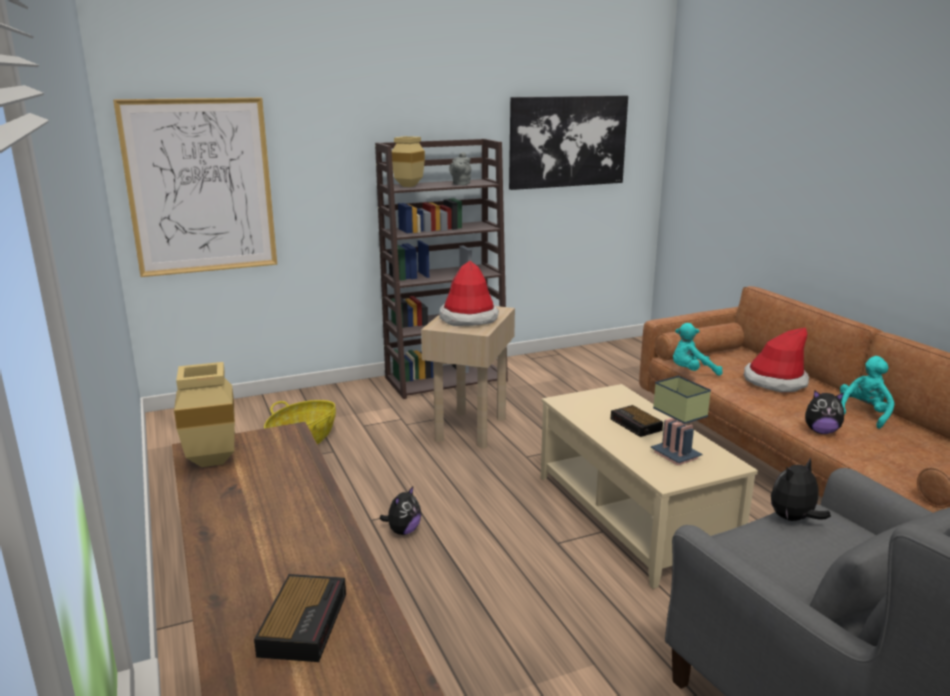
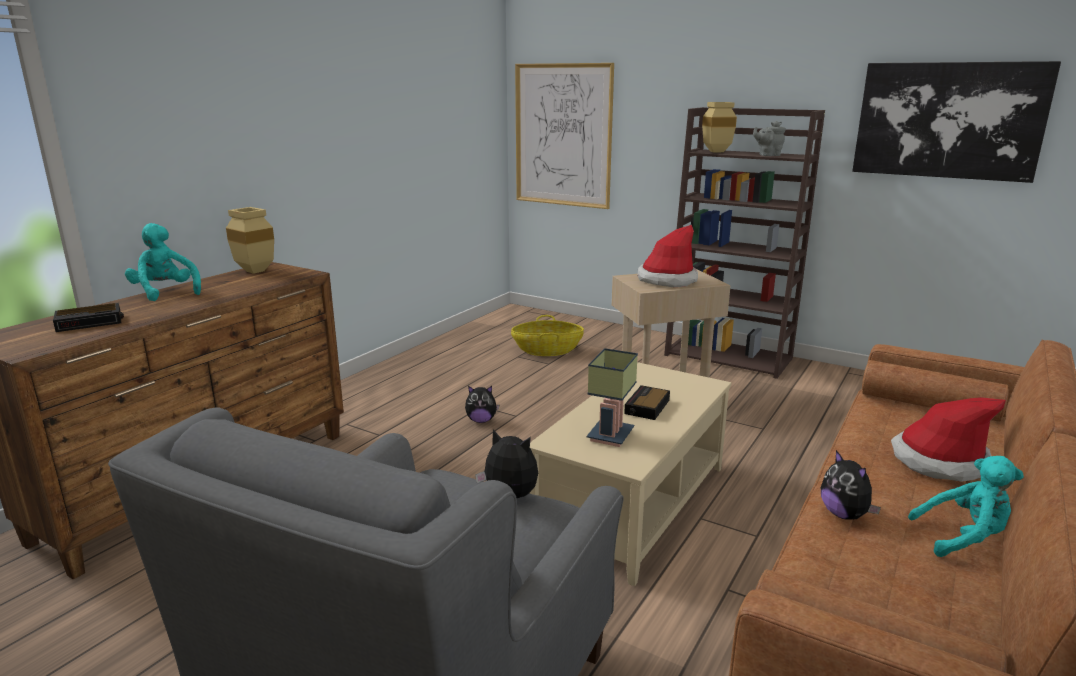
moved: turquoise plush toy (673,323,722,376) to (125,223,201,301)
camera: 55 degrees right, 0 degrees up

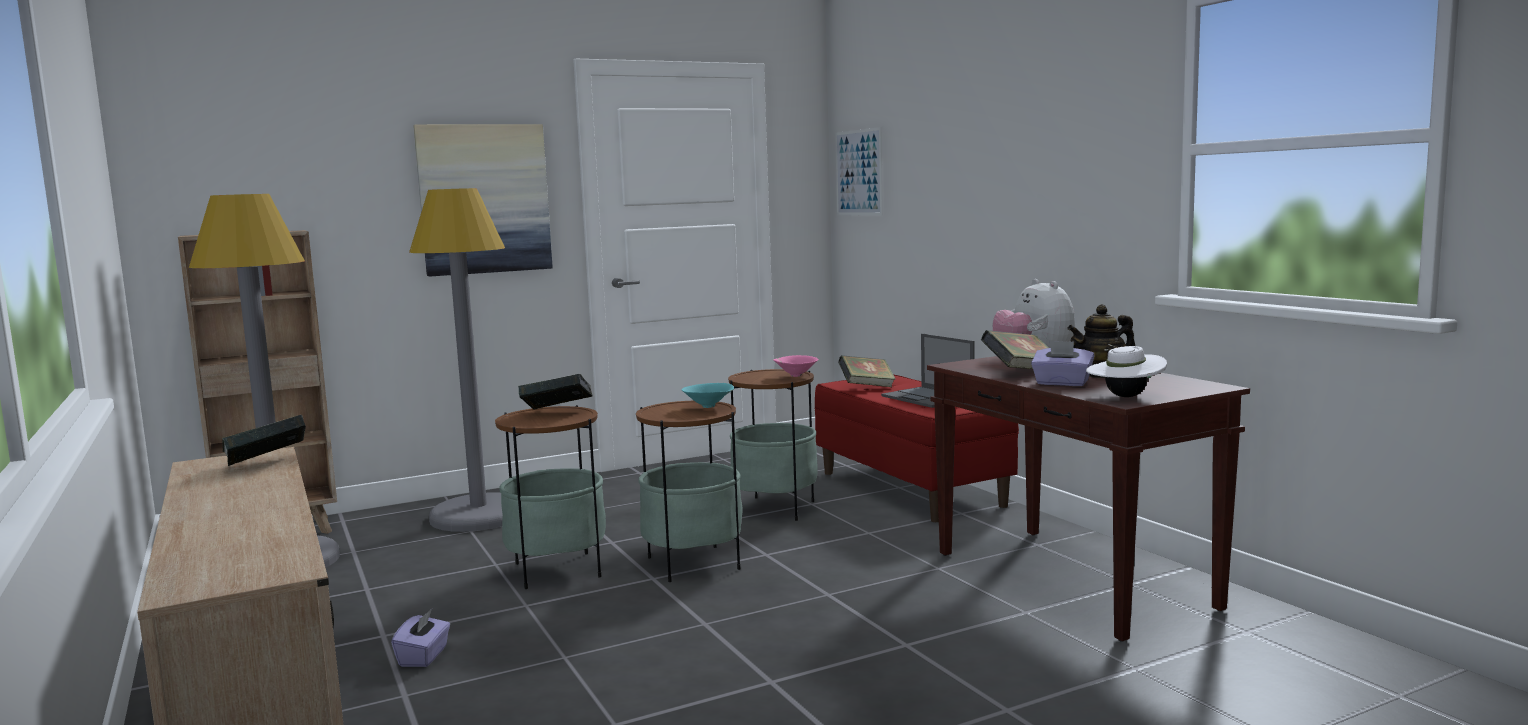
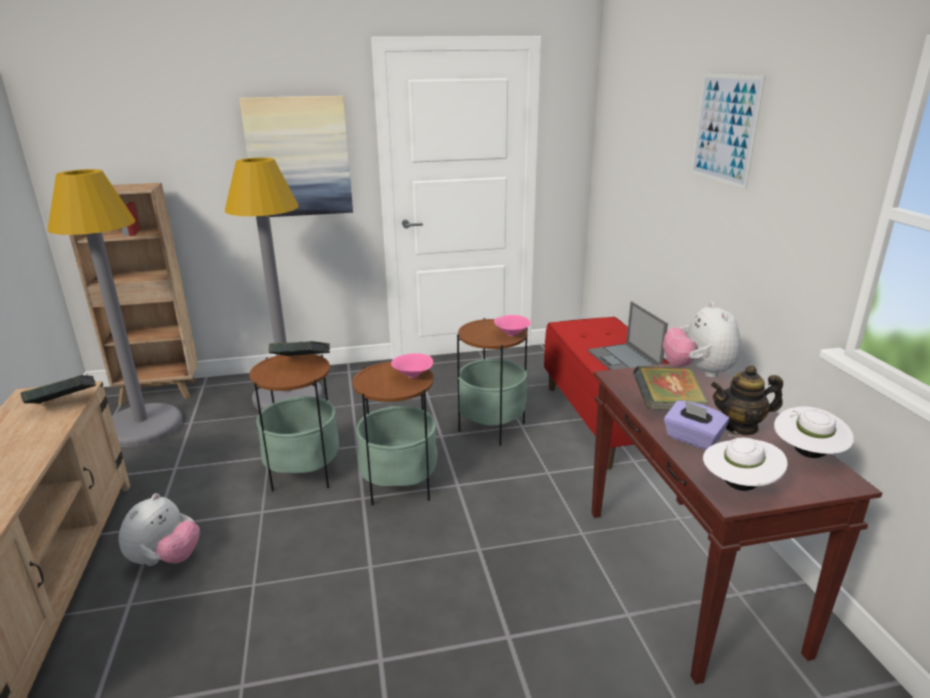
removed: book (838,355,896,387)
added: white hat (774,406,854,458)
moved: picture (835,127,883,216) to (691,74,766,189)
replaced: purple tissue box (391,609,450,667) to plush toy (118,493,200,566)
recoloured: turquoise bowl (682,383,734,408) to pink bowl (391,353,433,378)
camera: 15 degrees right, 15 degrees up

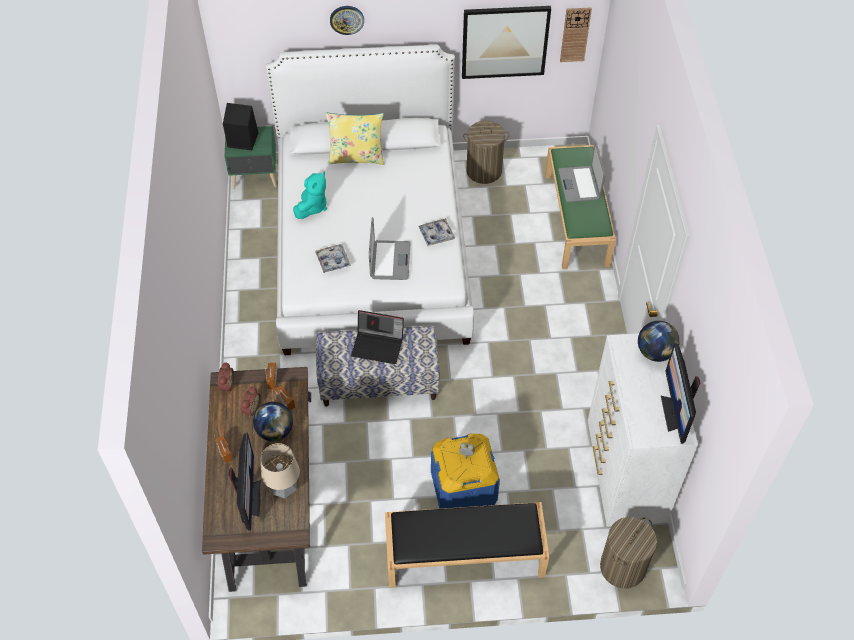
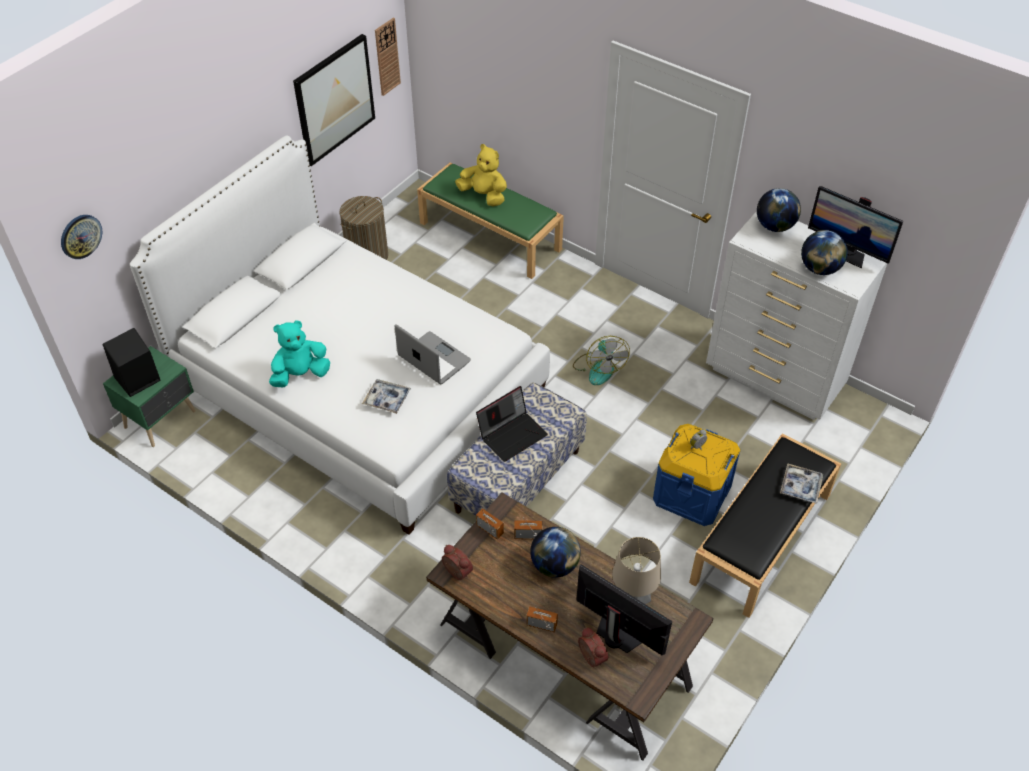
removed: yellow pillow (326,113,384,165); laundry basket (600,517,657,588)
added: globe (801,230,848,275); fan (573,336,630,385)
moved: wall clock (330,6,364,35) to (61,215,102,259); tray (418,218,455,246) to (780,463,823,504); alarm clock (240,386,261,417) to (578,627,608,667)
replaced: laptop (558,142,605,202) to yellow plush toy (455,144,507,206)
turned: turquoise plush toy (293,171,327,219) = (269,320,330,387) 90 degrees counterclockwise
camera: 50 degrees left, 5 degrees down

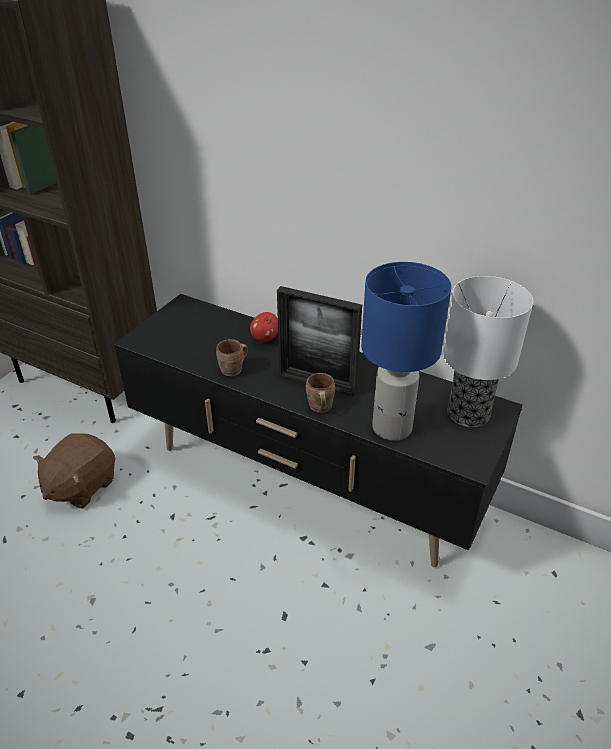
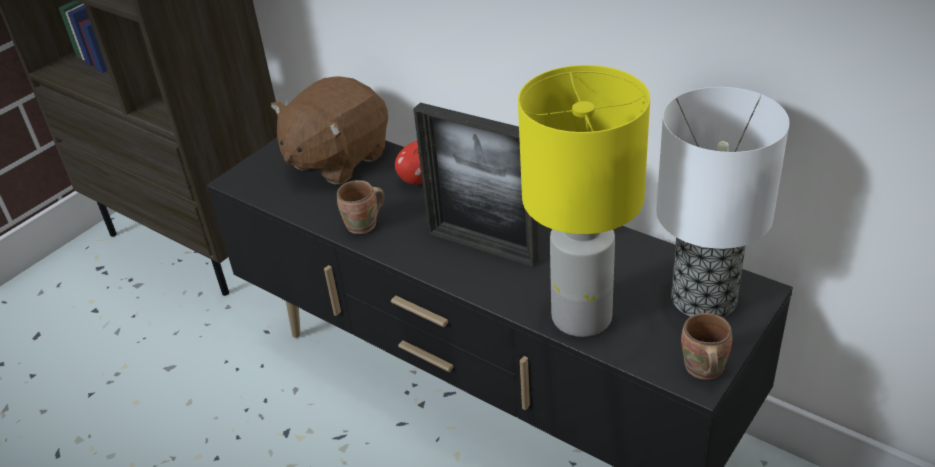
moved: brown mug (306,373,335,413) to (681,313,732,380); brown plush toy (33,433,115,508) to (271,76,388,185)
recoloured: blue table lamp (361,262,451,441) to yellow table lamp (518,65,650,337)
camera: 10 degrees right, 0 degrees up

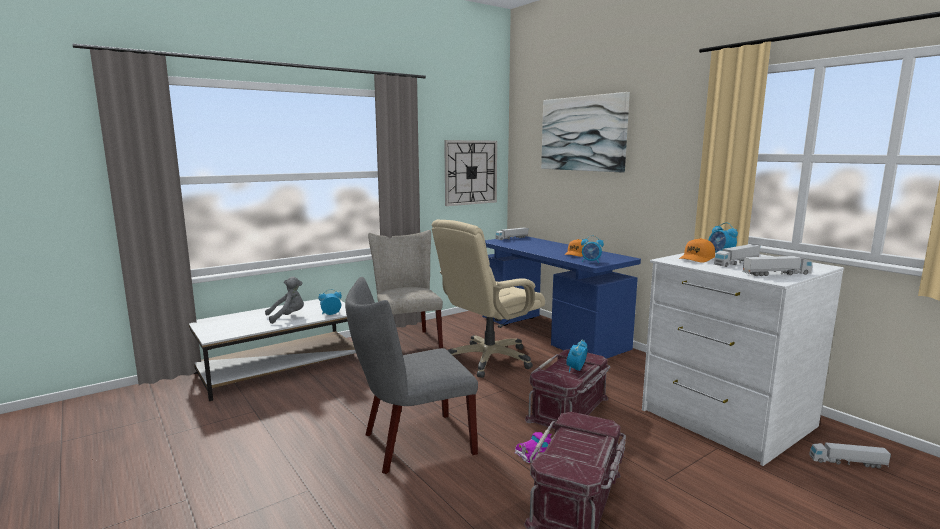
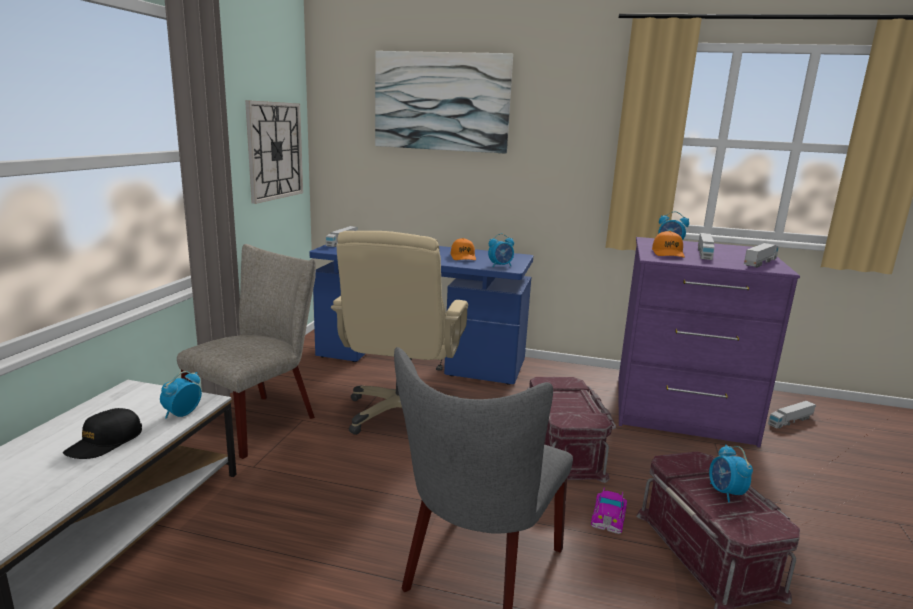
moved: alarm clock (566,339,587,372) to (709,445,753,502)
replaced: grey plush toy (265,277,304,324) to black cap (63,408,142,459)
recoloured: white dresser (642,253,844,466) to purple dresser (618,237,800,448)
turned: beige chair (368,230,443,349) = (177,244,316,459) 90 degrees clockwise
camera: 40 degrees left, 5 degrees up

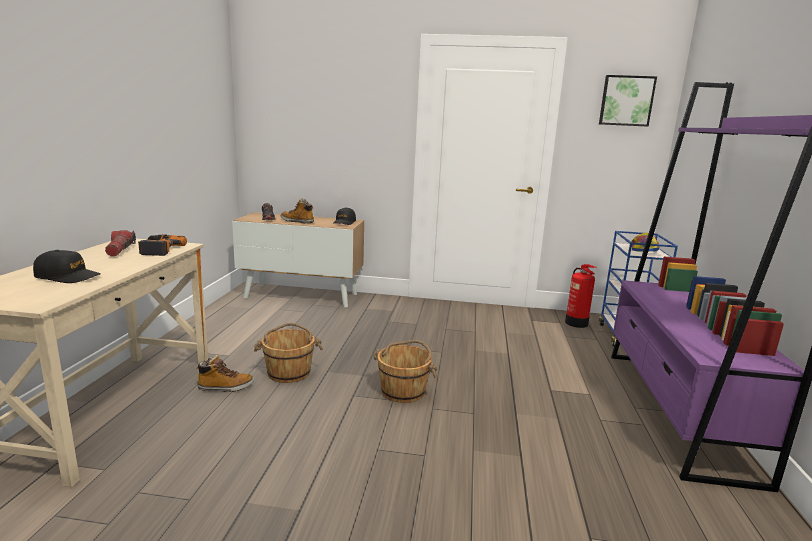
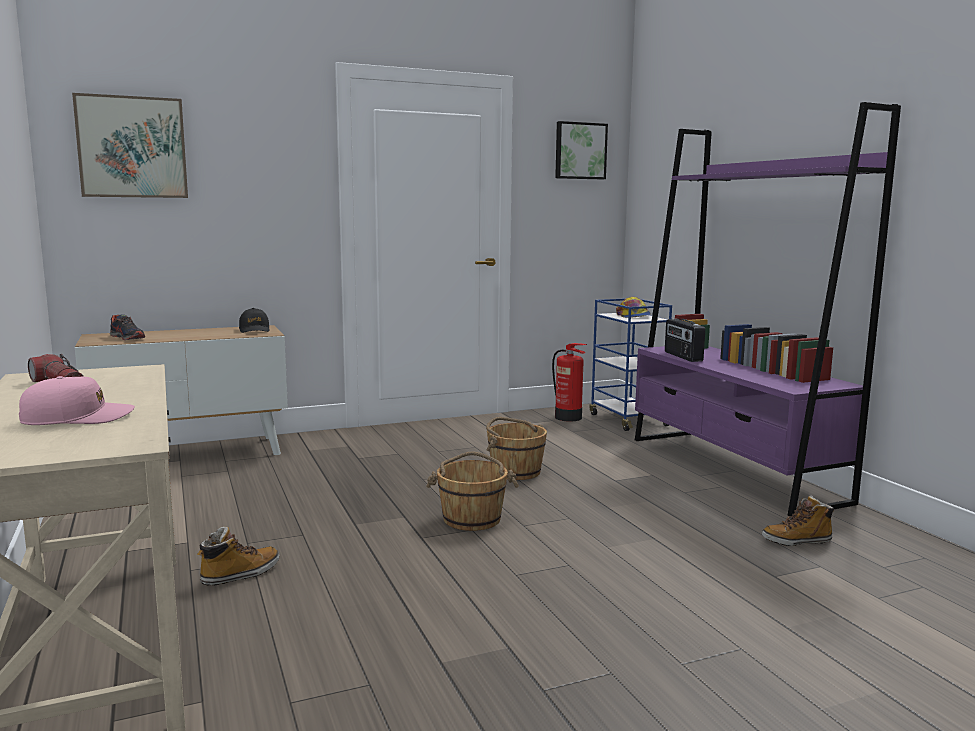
removed: power drill (138,235,187,256)
added: picture (72,93,188,198); radio (665,318,705,362)
moved: boot (281,198,314,224) to (762,495,835,546); brown bucket (254,323,323,383) to (486,417,547,480)
recoloured: black cap (33,250,101,283) to pink cap (19,376,135,425)
camera: 30 degrees left, 5 degrees down

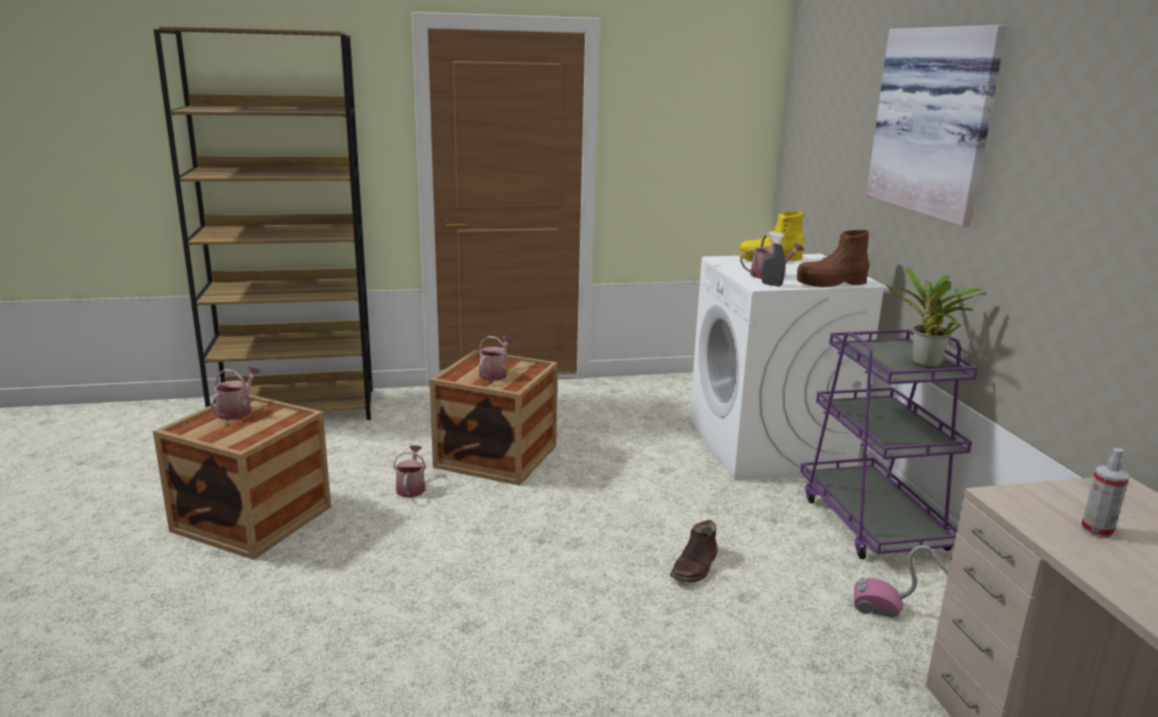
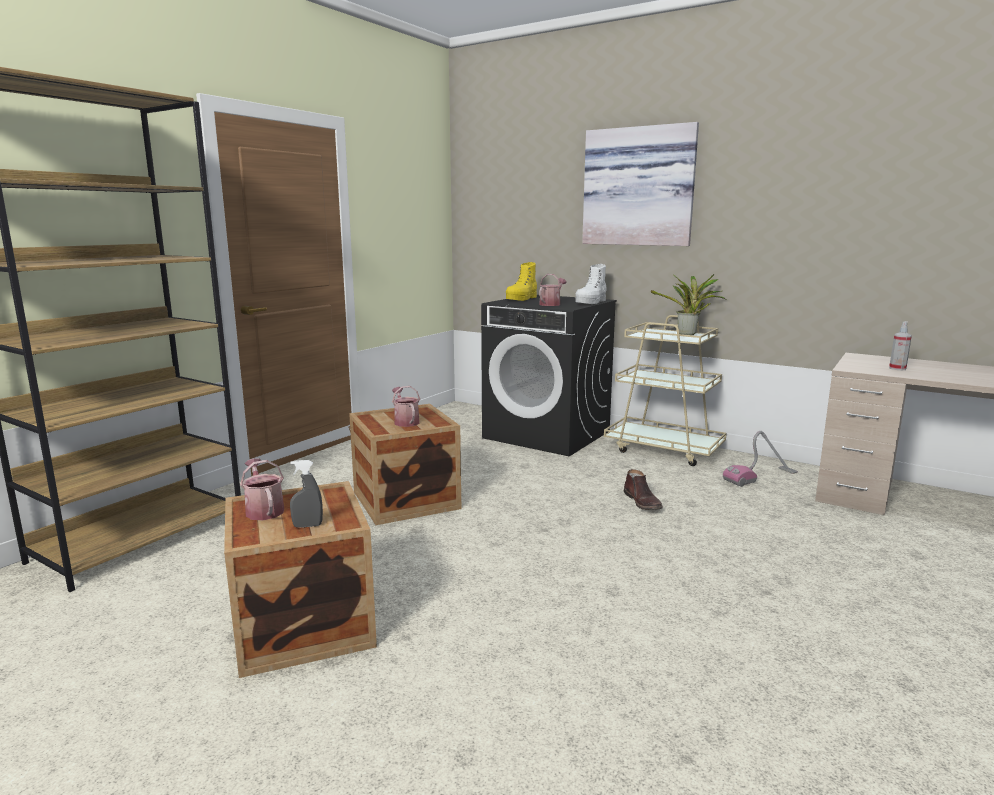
removed: watering can (393,445,426,497)
moved: grey spray bottle (762,232,786,287) to (290,460,323,528)
recoloured: brown boot (797,230,869,287) to white boot (575,264,606,304); white washing machine (690,254,888,480) to black washing machine (481,295,617,456); purple cart (800,330,978,559) to beige cart (604,315,727,466)
camera: 45 degrees left, 5 degrees down

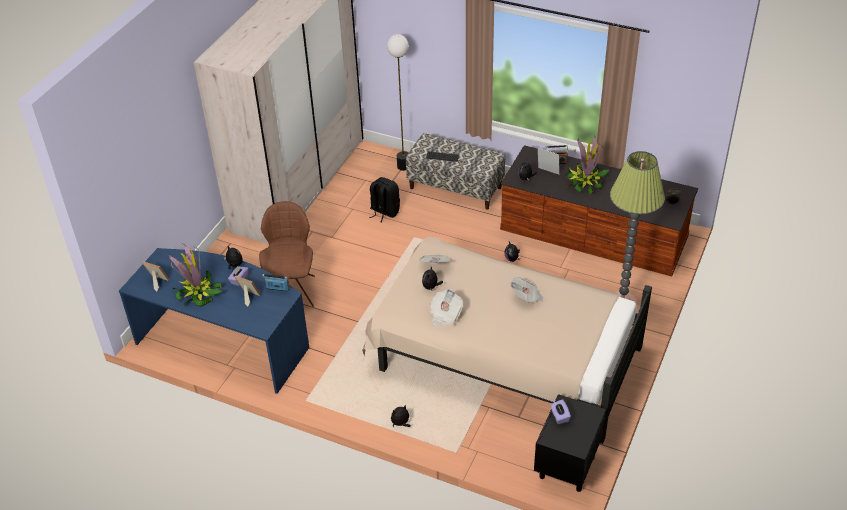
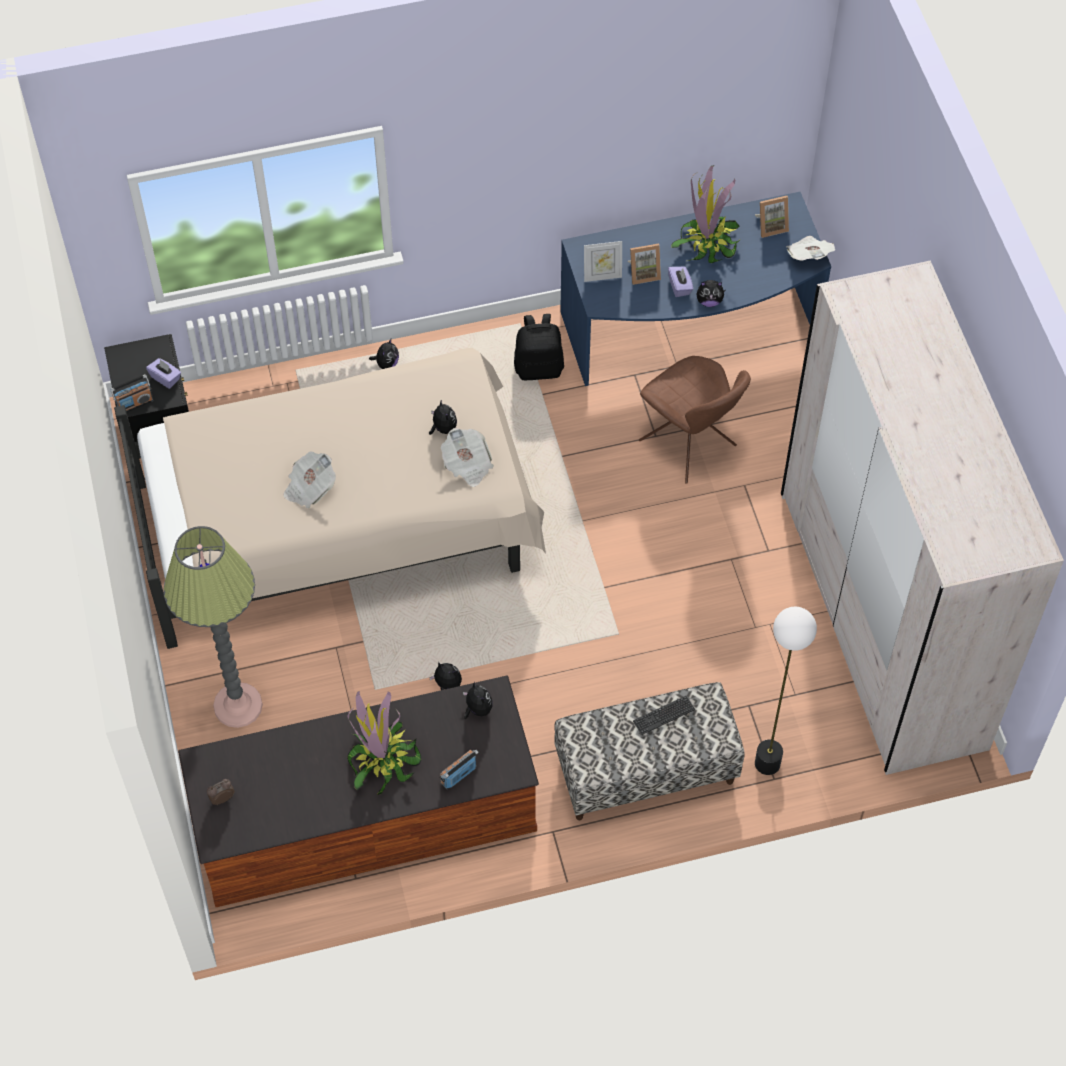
moved: picture frame (538,148,559,174) to (584,241,622,282); black backpack (369,177,400,223) to (514,314,564,380); radio (262,274,290,292) to (110,374,153,412); newspaper (430,289,463,326) to (786,236,835,260)
camera: 140 degrees right, 15 degrees up

